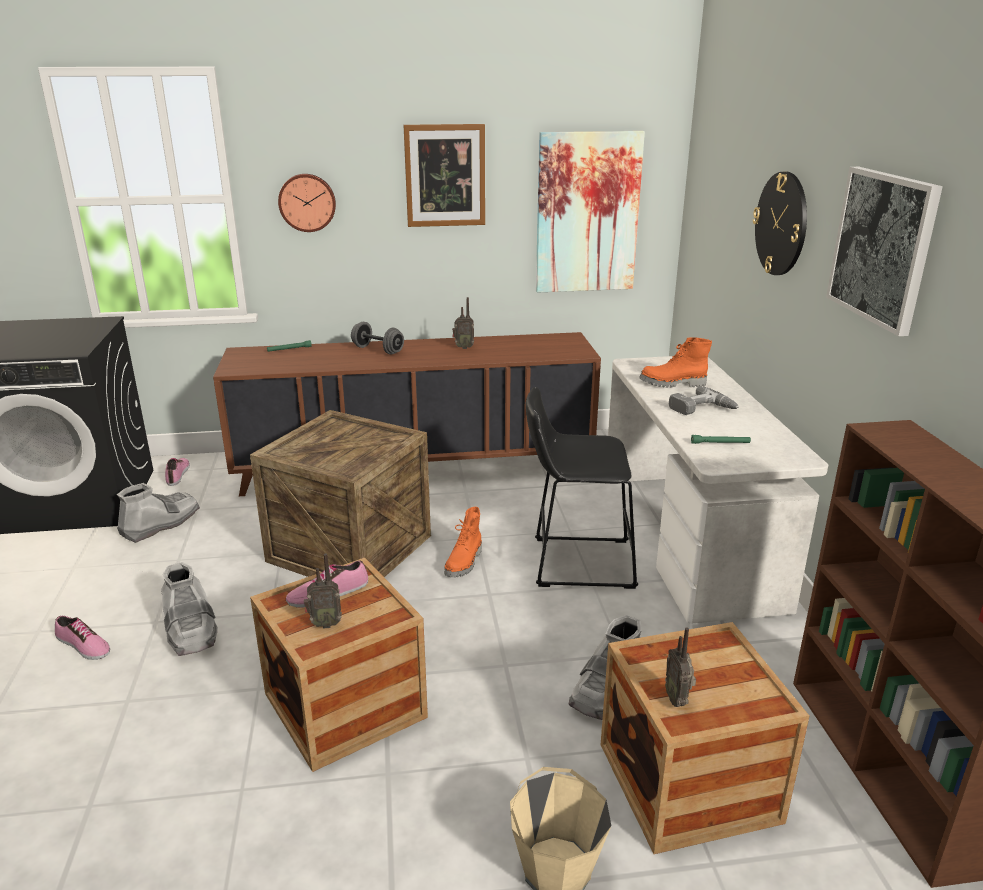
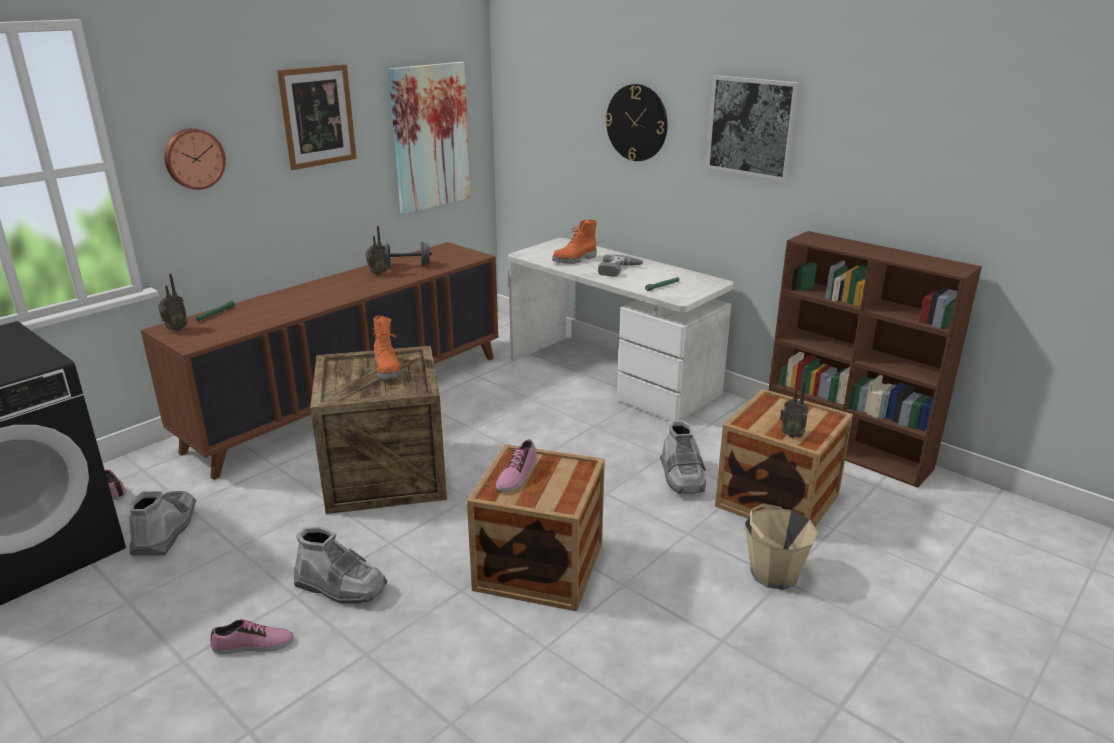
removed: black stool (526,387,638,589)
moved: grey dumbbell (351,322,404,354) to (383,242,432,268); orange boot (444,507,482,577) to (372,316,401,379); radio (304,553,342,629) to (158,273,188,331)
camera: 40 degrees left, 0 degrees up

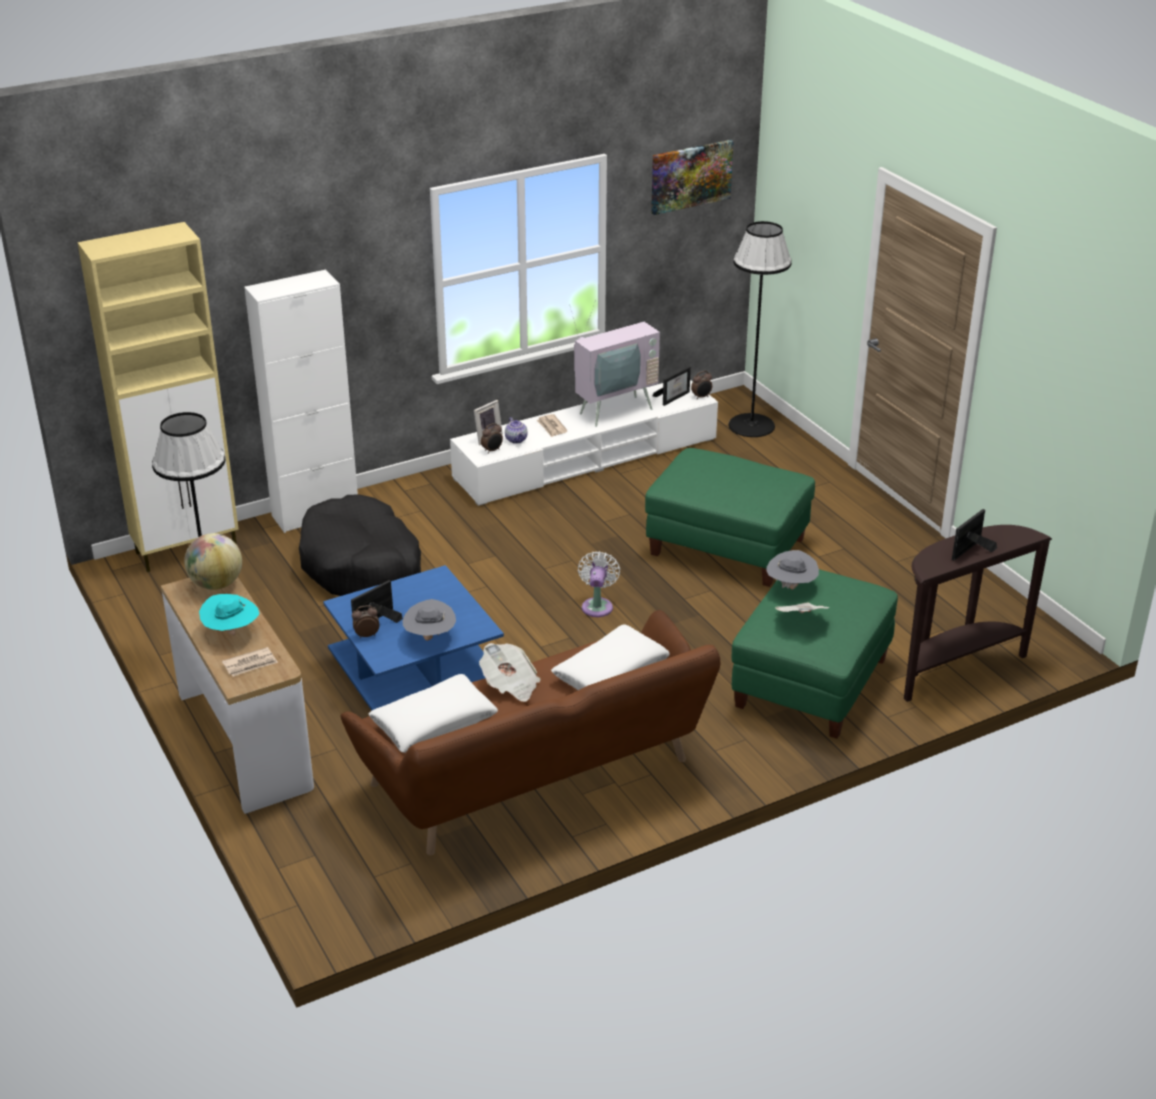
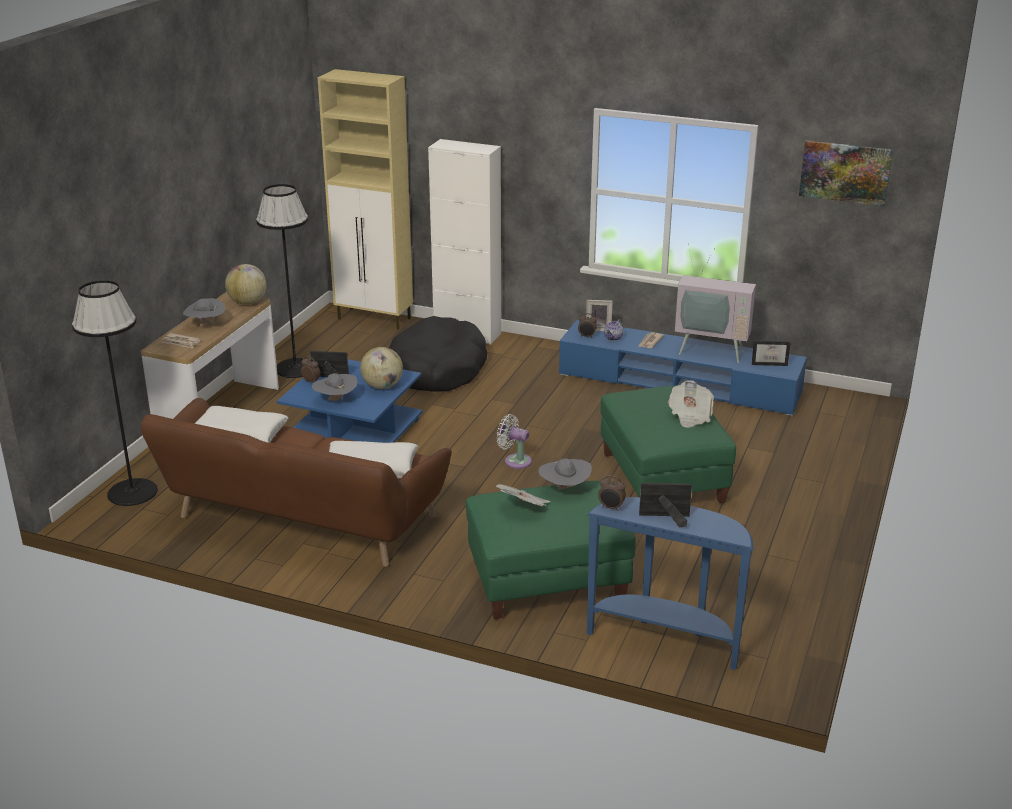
added: globe (360,347,403,389)
moved: black floor lamp (728,221,792,437) to (72,280,158,506); alarm clock (691,371,712,399) to (598,476,626,511); newspaper (479,643,541,702) to (668,381,714,428)
recoloured: white tv stand (450,380,718,506) to blue tv stand (559,320,807,416); brown console table (904,525,1052,702) to blue console table (587,497,753,670); turquoise hat (199,594,259,635) to grey hat (183,298,225,326)
turned: white fan (578,551,620,617) = (496,414,532,469) 120 degrees counterclockwise
camera: 50 degrees right, 5 degrees down

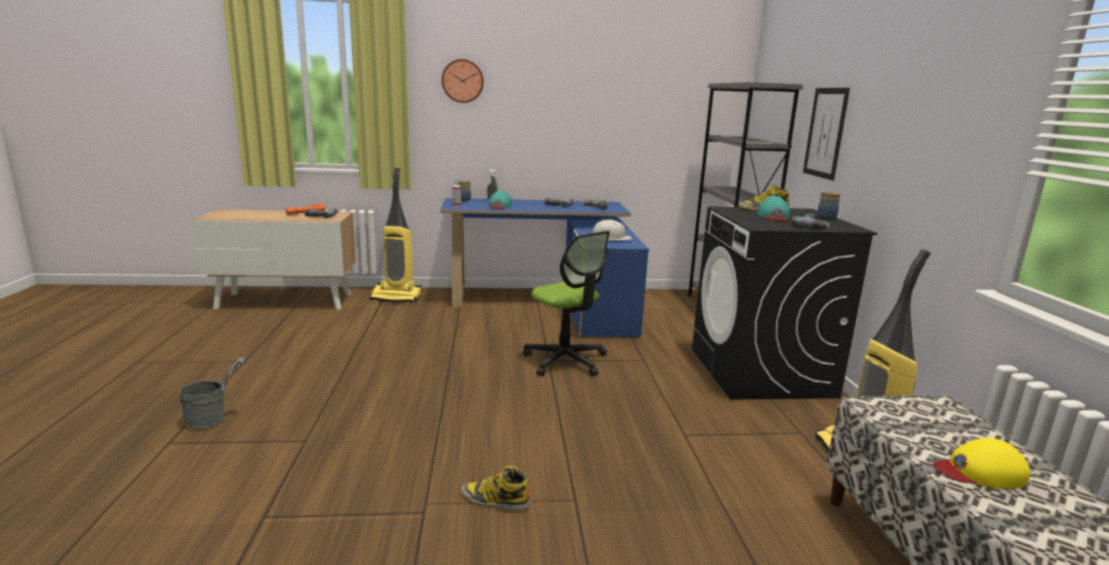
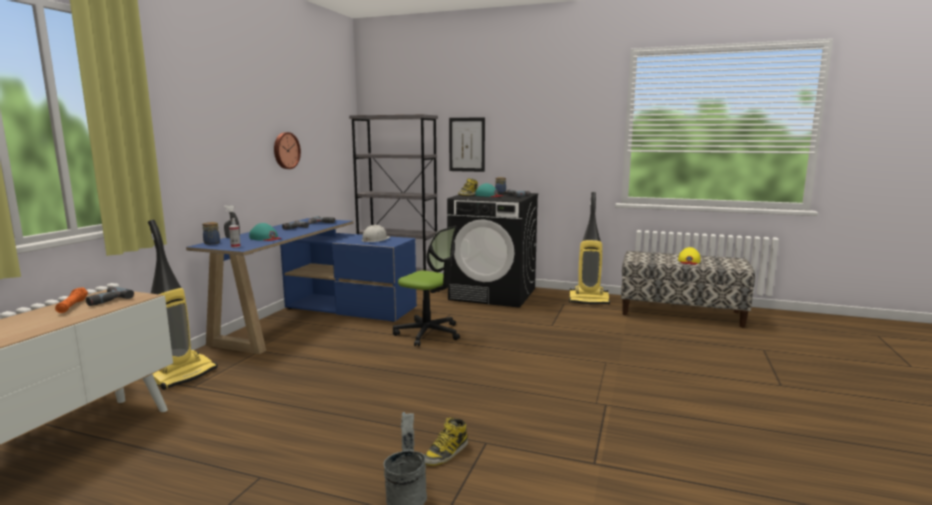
moved: wall clock (442,59,484,103) to (274,132,301,169); boot (461,466,530,511) to (424,417,468,466)
turned: office chair (523,231,610,376) = (393,226,460,347) 45 degrees clockwise
camera: 65 degrees left, 5 degrees down

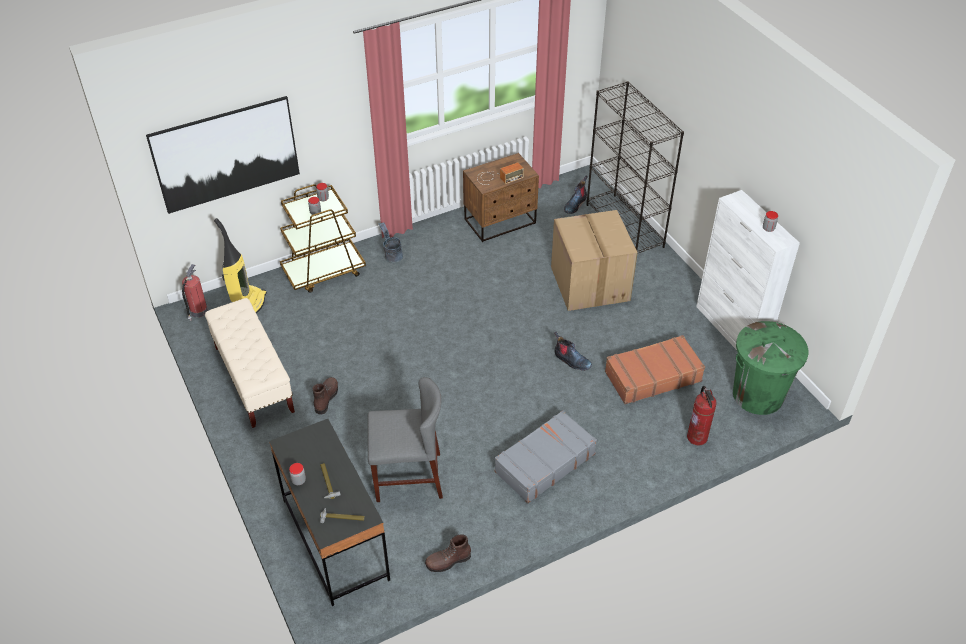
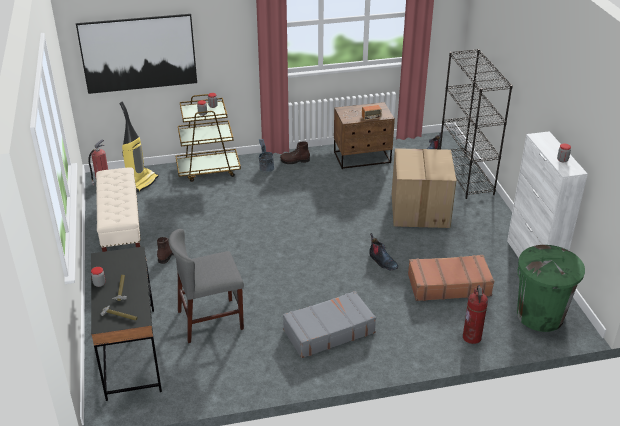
moved: brown boot (425,534,471,572) to (280,141,310,164)
turned: grey chair (368,377,443,502) = (169,229,244,343) 150 degrees clockwise
camera: 15 degrees right, 10 degrees down

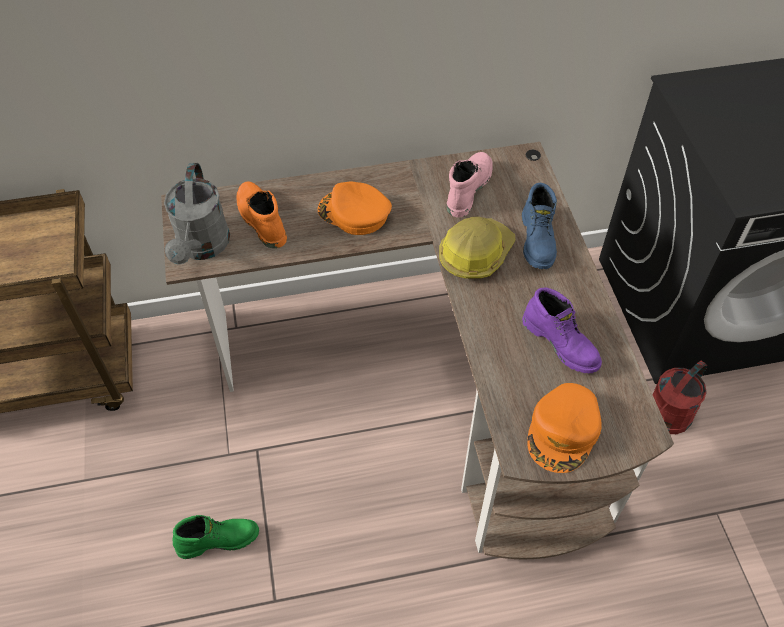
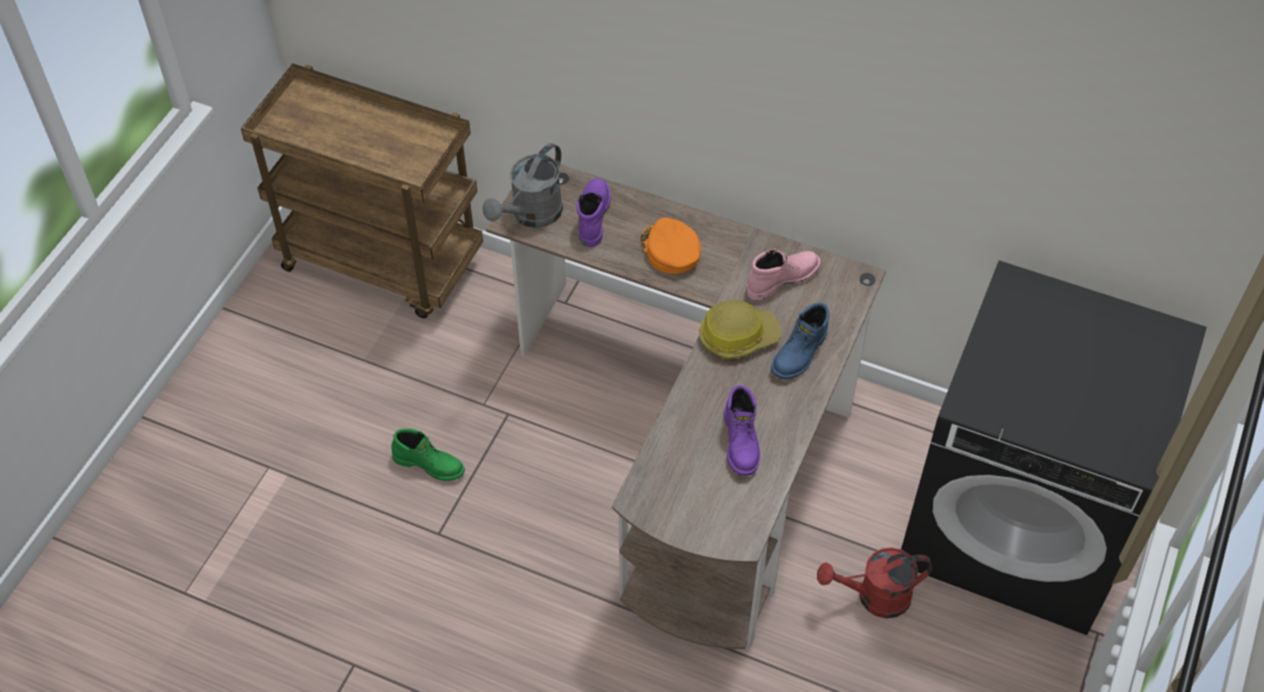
removed: orange cap (527,383,602,473)
recoloured: orange boot (236,181,287,248) to purple boot (576,178,611,247)
camera: 35 degrees right, 0 degrees up

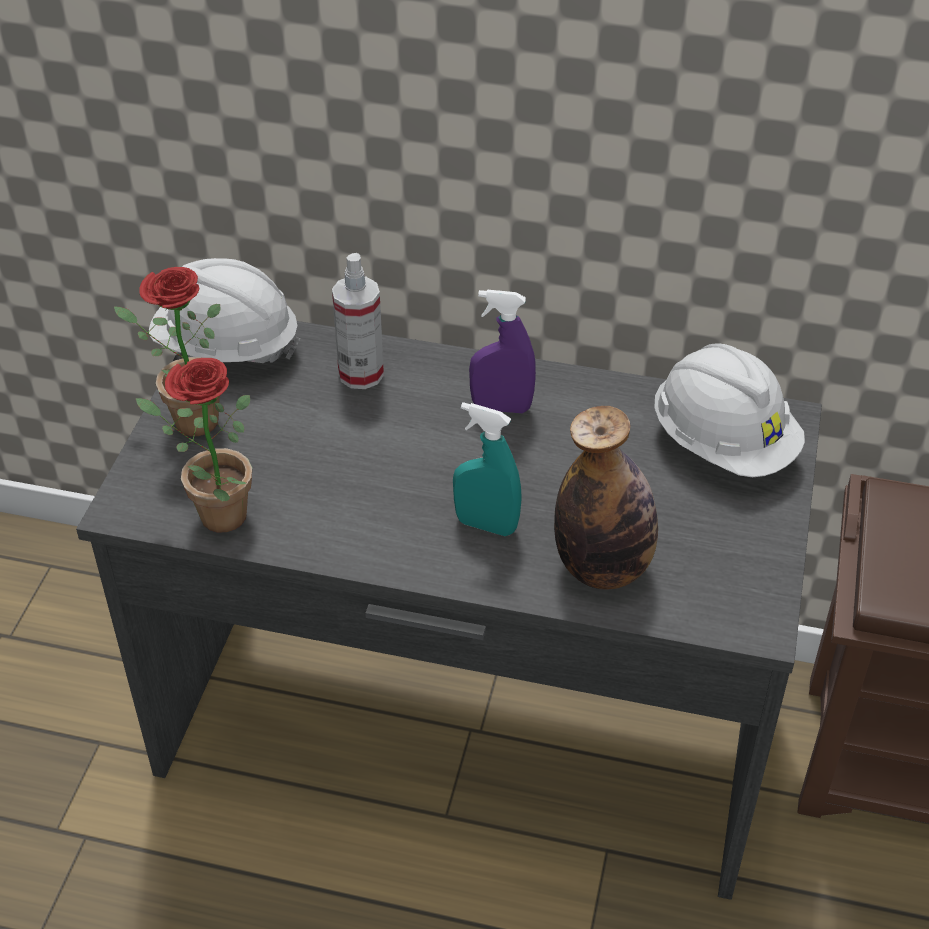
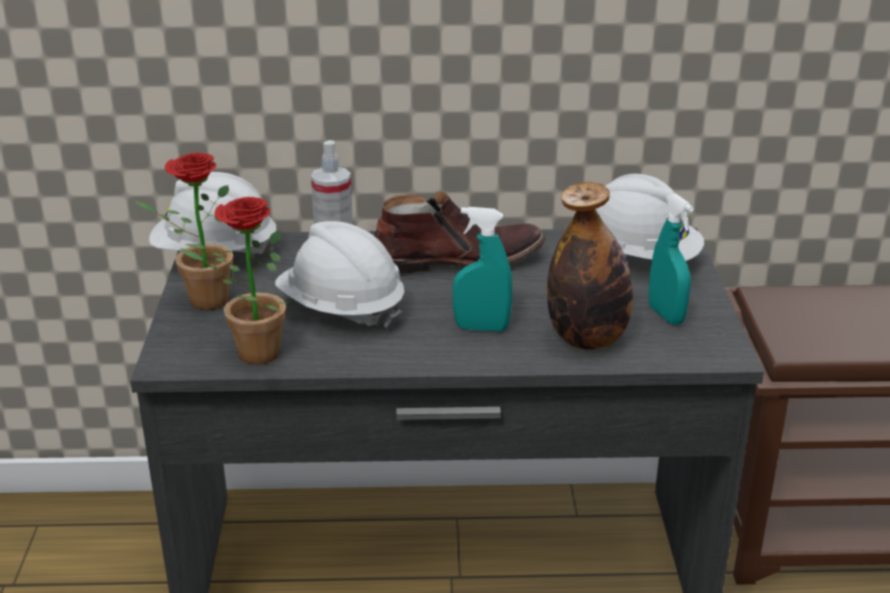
added: turquoise spray bottle (649,193,694,325); white hard hat (275,221,404,329)
replaced: purple spray bottle (469,290,536,413) to brown boot (375,191,546,273)
camera: 15 degrees left, 15 degrees down

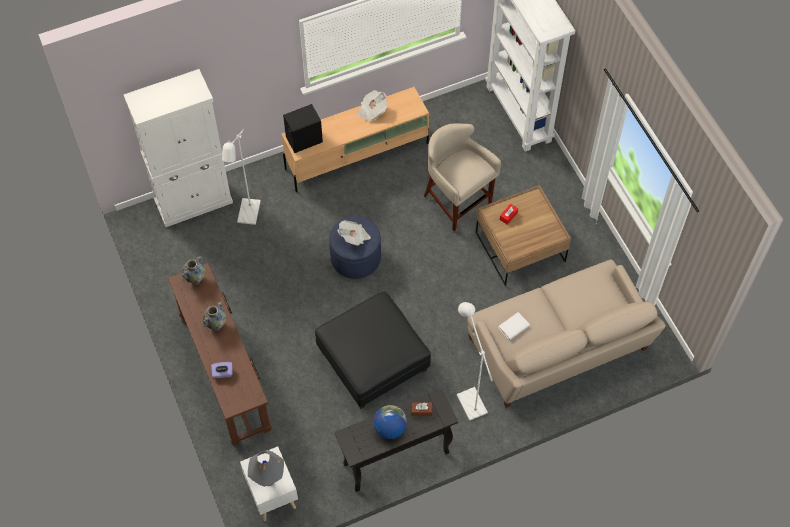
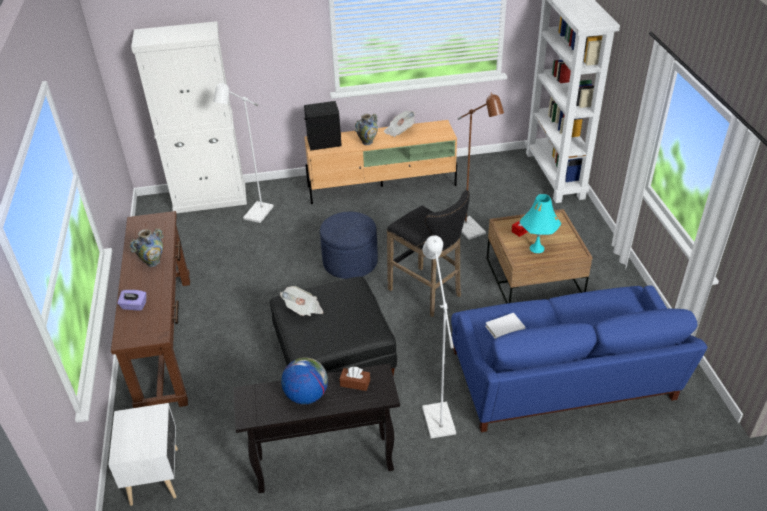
removed: grey table lamp (248,450,284,487)
added: black stool (387,190,470,317); turquoise table lamp (519,194,561,253)
moved: newspaper (337,220,371,246) to (280,286,324,316); vase (182,256,205,285) to (355,114,378,145)
replaced: beige stool (424,123,501,232) to brown floor lamp (457,92,504,240)
recoloured: beige sofa (467,260,666,408) to blue sofa (451,285,707,432)
camera: 15 degrees right, 20 degrees down

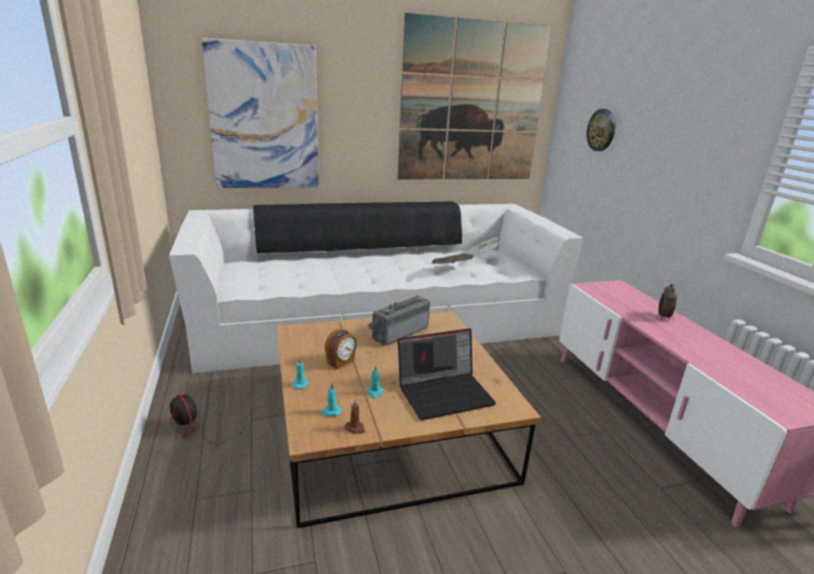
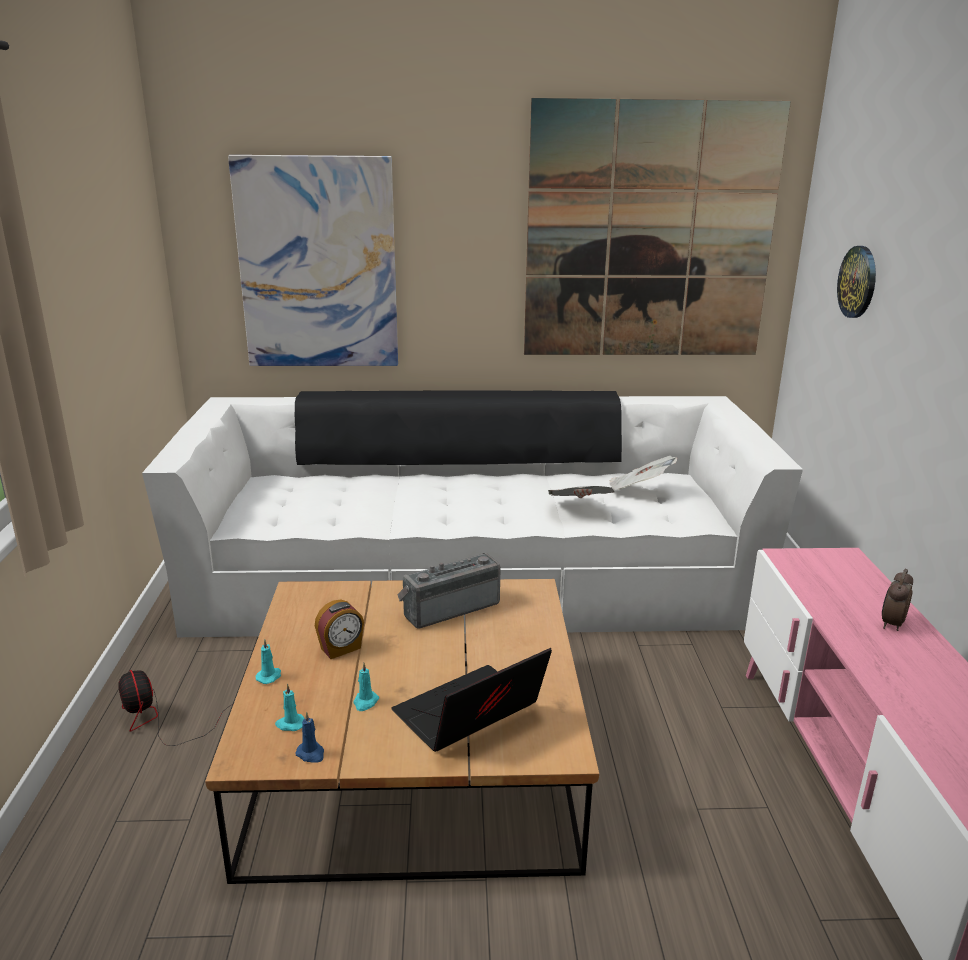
recoloured: brown candle (345,399,365,434) to blue candle (295,712,324,763)
turned: laptop (398,328,496,420) = (392,648,552,752) 150 degrees clockwise
camera: 15 degrees right, 0 degrees up

